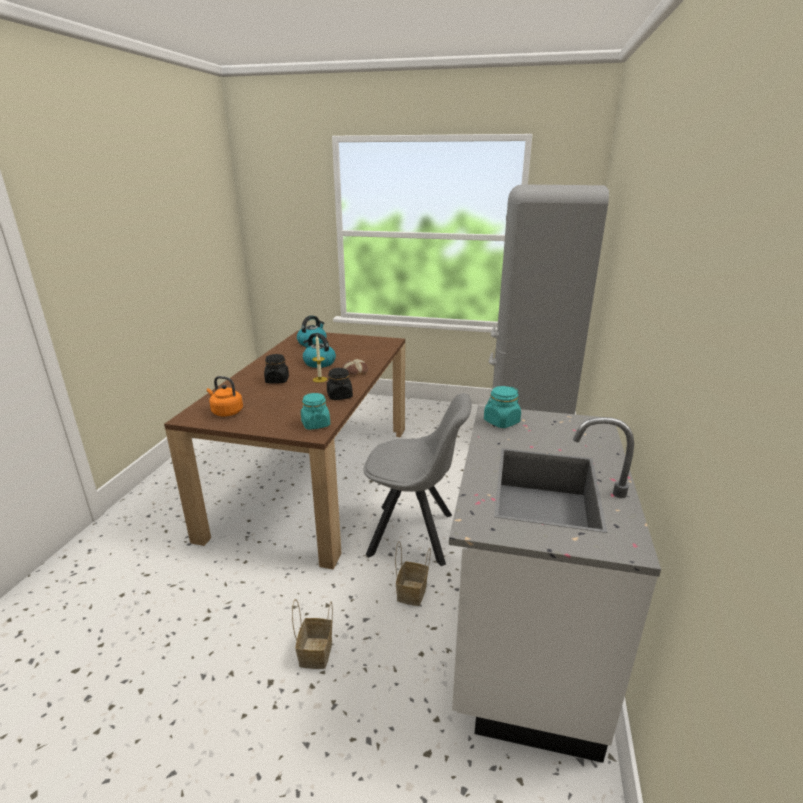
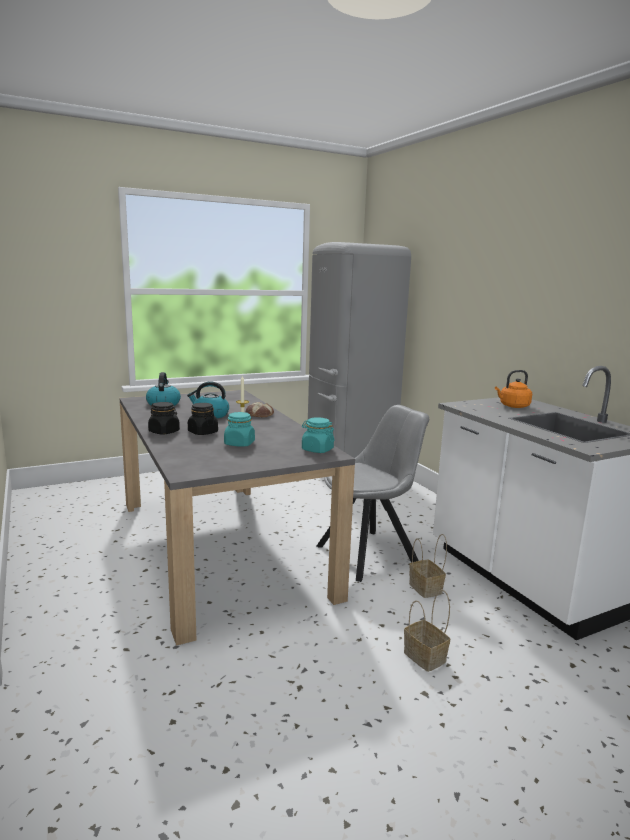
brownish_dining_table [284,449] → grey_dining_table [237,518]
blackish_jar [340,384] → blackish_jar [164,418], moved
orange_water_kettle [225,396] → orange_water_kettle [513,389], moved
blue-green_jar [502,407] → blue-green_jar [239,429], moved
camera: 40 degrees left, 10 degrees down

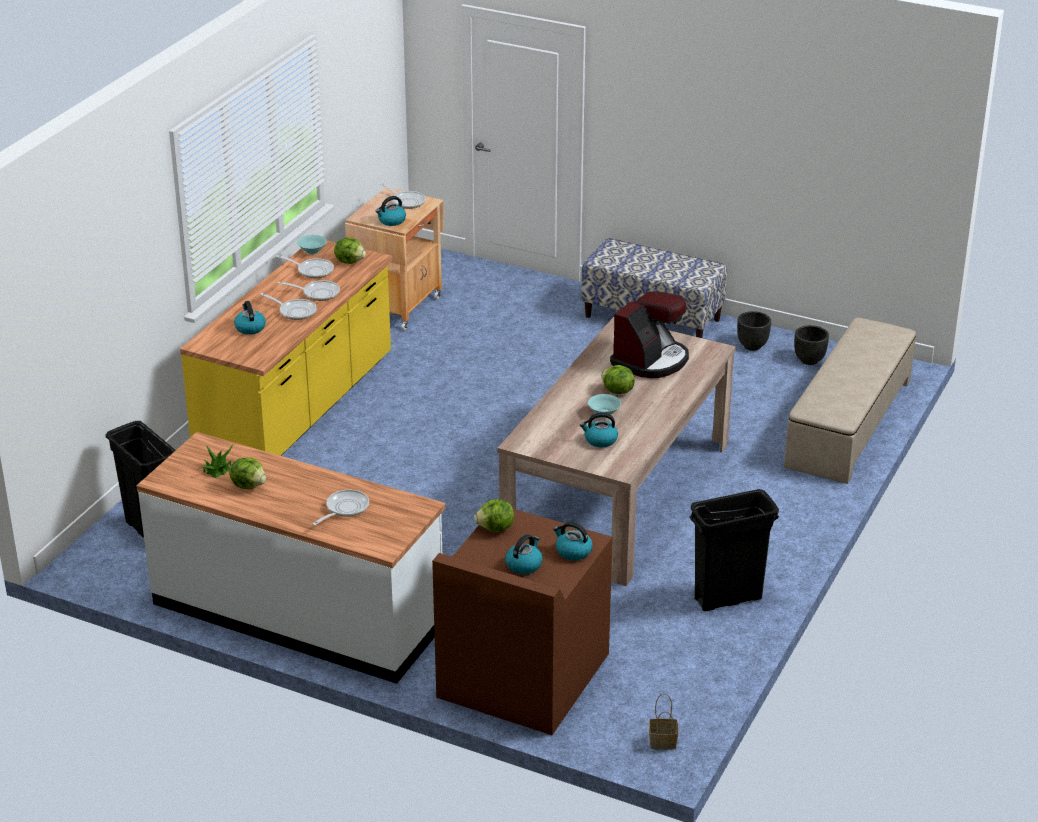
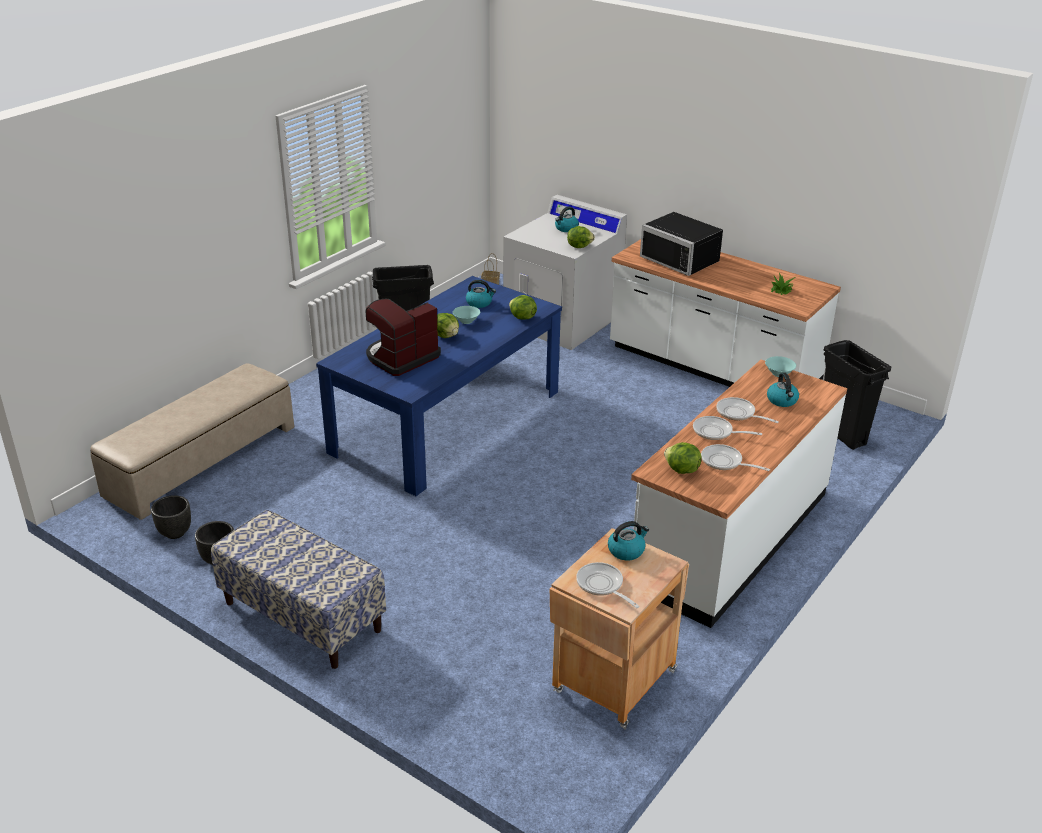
blue-green_serving_bowl [312,245] → blue-green_serving_bowl [780,366], moved
yellow-coloured_kitchen_base_unit [286,348] → white-coloured_kitchen_base_unit [739,494]
beige_dining_table [616,451] → bluish_dining_table [439,386]
lettuce [247,473] → lettuce [523,307], moved
pan [340,507] → blackish_kitchen_microwave [681,244]
brownish_washing_machine [522,622] → white-coloured_washing_machine [565,272]
water_kettle [573,541] → -
camera: 170 degrees left, 0 degrees up

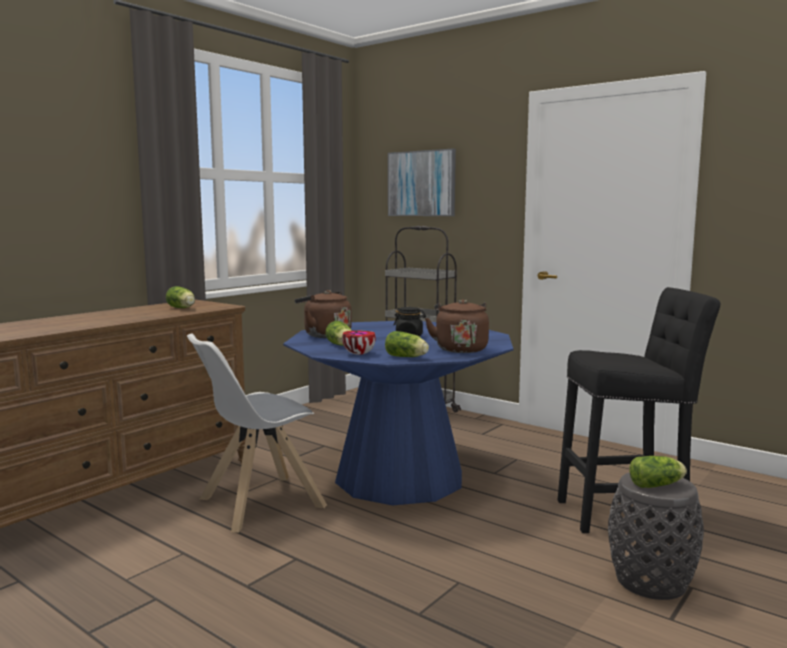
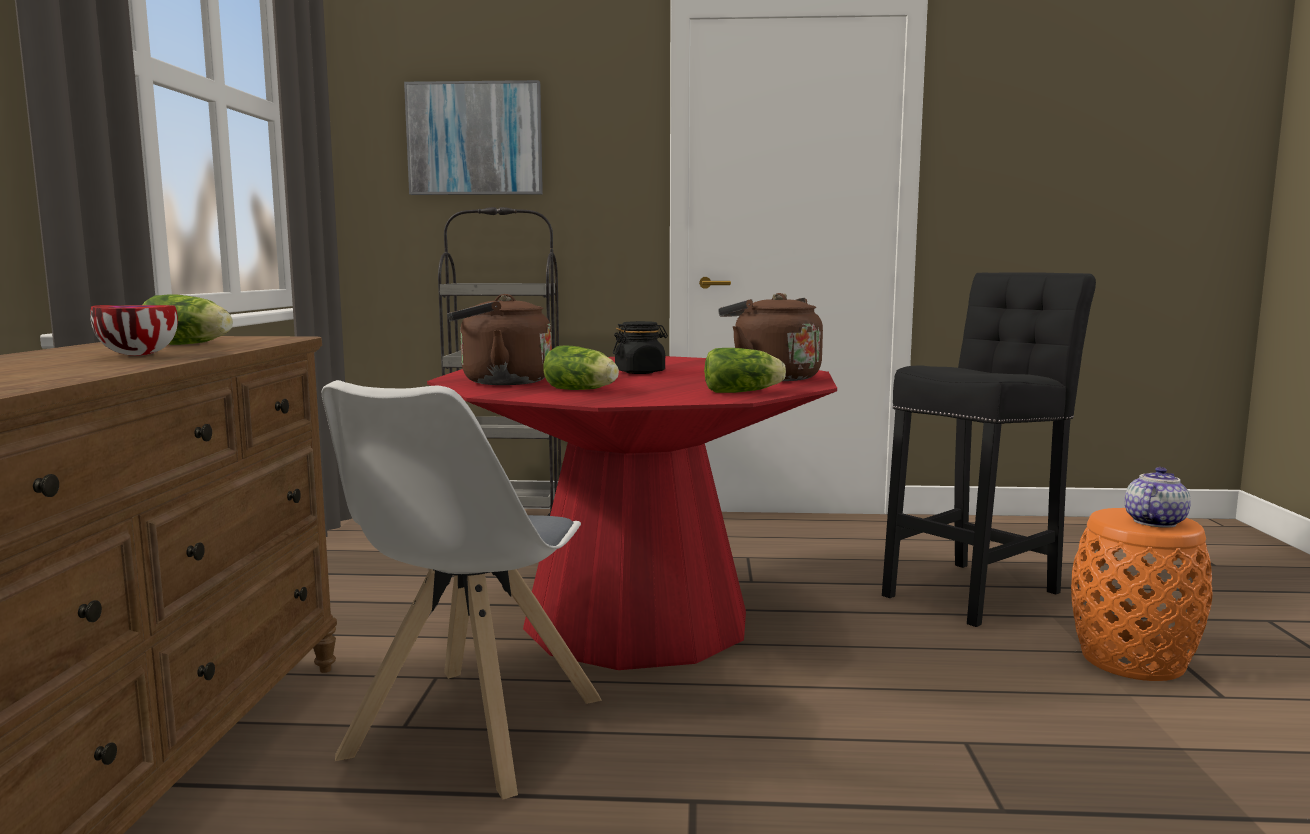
bluish_dining_table [398,413] → reddish_dining_table [632,513]
serving_bowl [359,342] → serving_bowl [134,330], moved
lettuce [658,472] → tea_pot [1158,497]
grey_stool_seat [656,536] → orange_stool_seat [1142,594]
camera: 35 degrees left, 0 degrees up

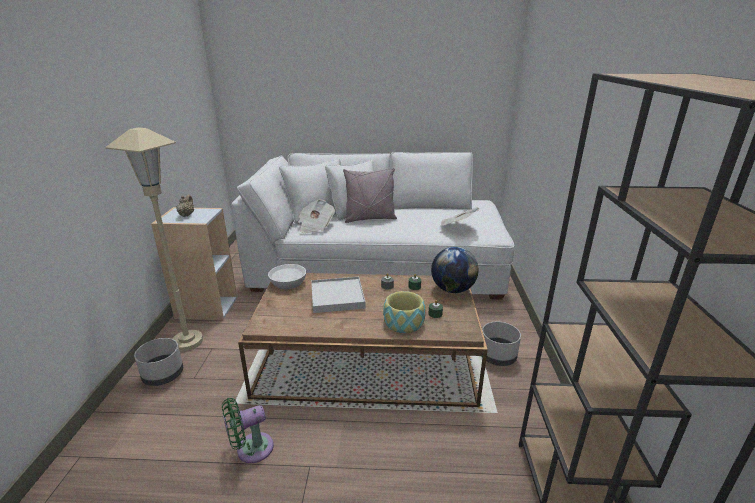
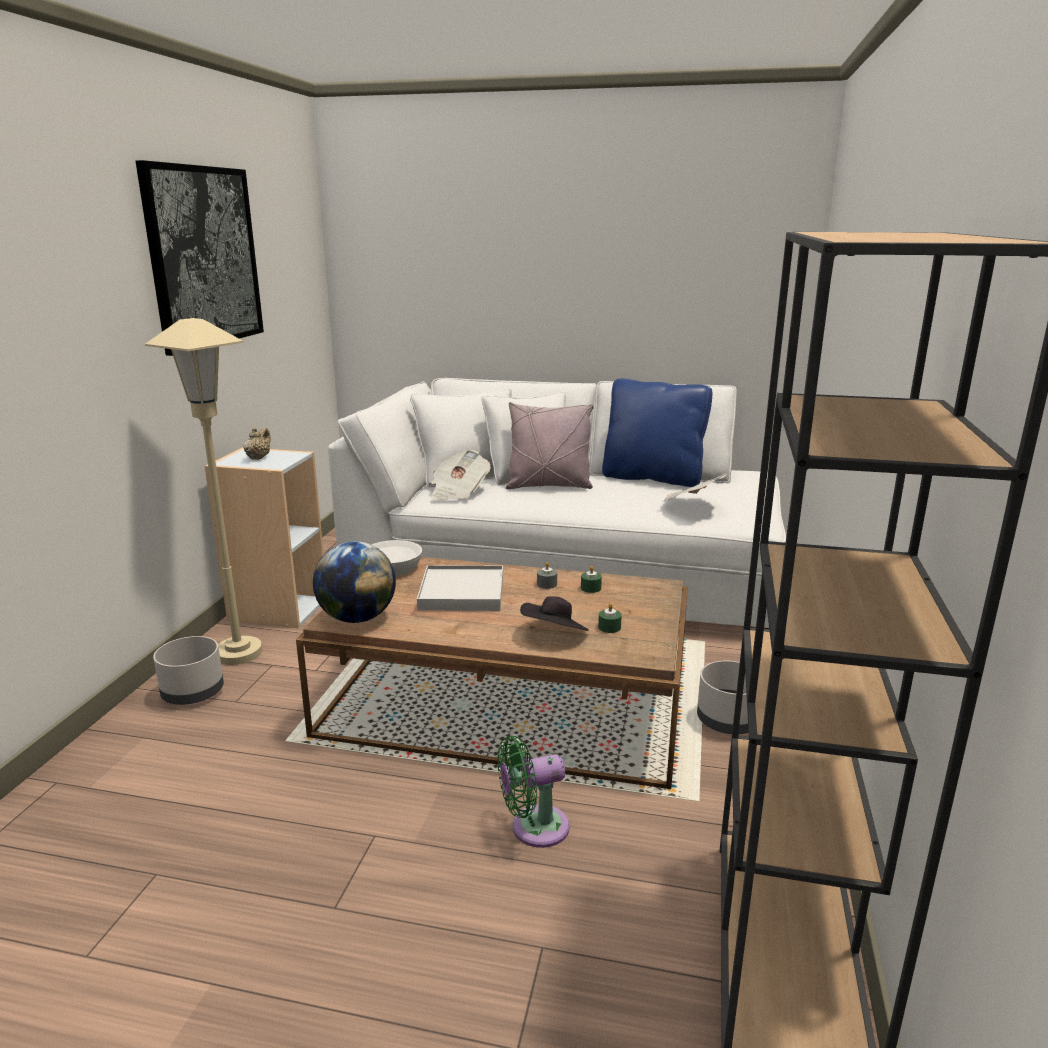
world_globe [455,270] → world_globe [354,582], moved
serving_bowl [404,312] → blackish_clothing_hat [554,613]
green-coloured_fan [248,430] → green-coloured_fan [533,792], moved
- → picture [200,258]
- → bluish_throw_pillow [657,432]
camera: 10 degrees right, 5 degrees down

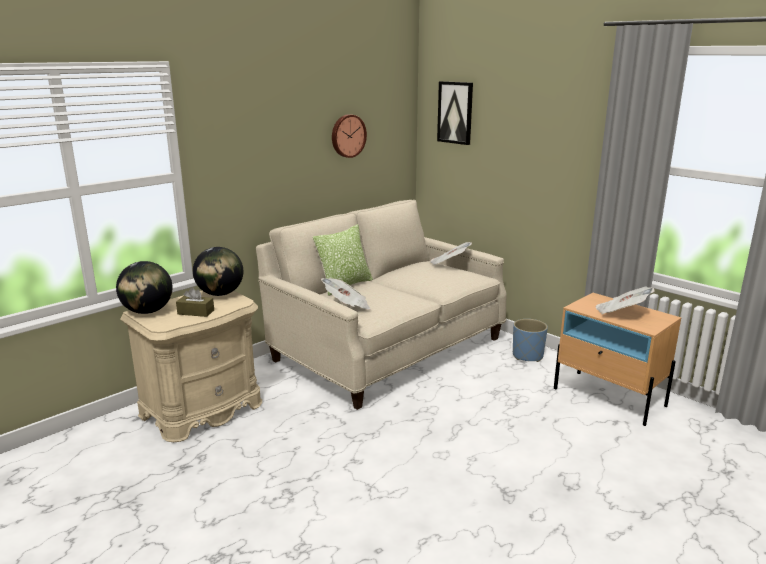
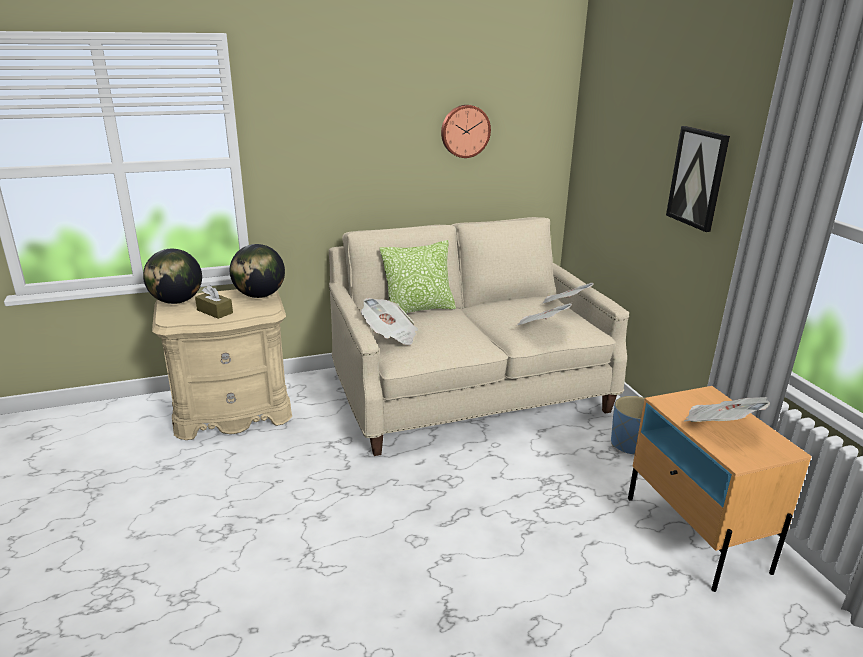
picture [455,113] → picture [698,179], moved
- → newspaper [544,314]
camera: 25 degrees right, 5 degrees up

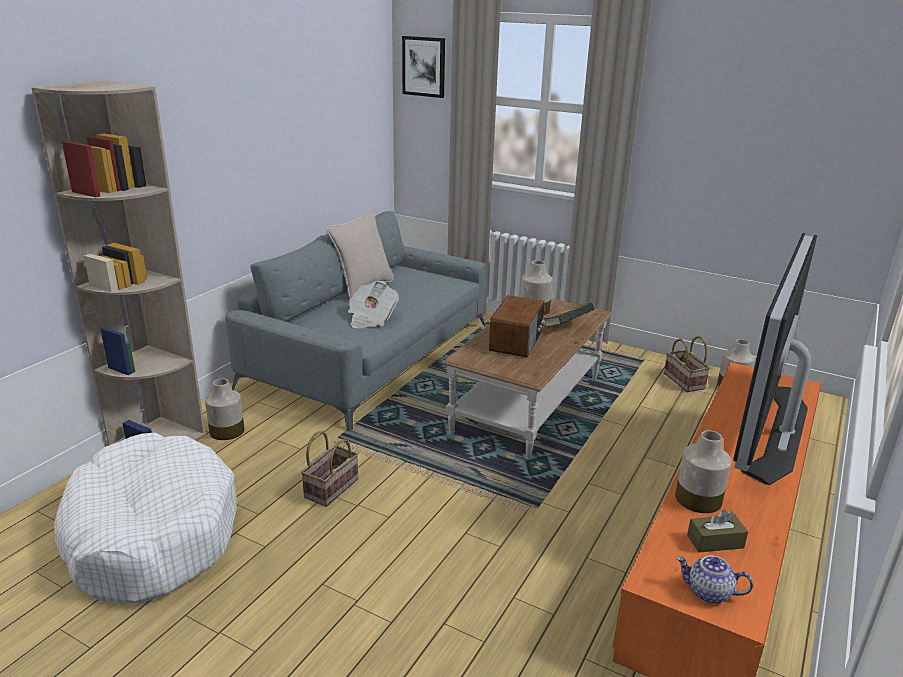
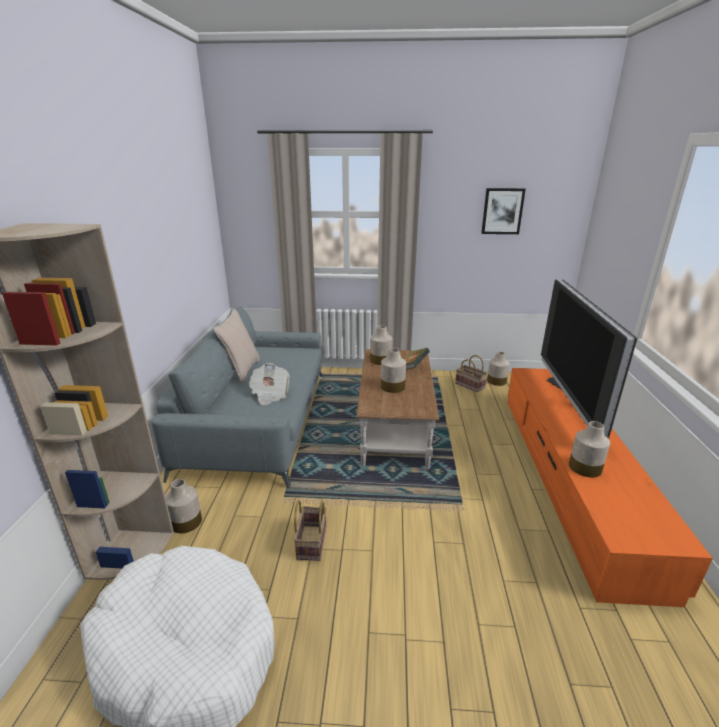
picture [423,67] → picture [503,211], moved
radio_receiver [517,326] → beige_flower_vase [393,370]
brownish_box_of_tissues [717,531] → -
tea_pot [714,579] → -
camera: 25 degrees left, 0 degrees up

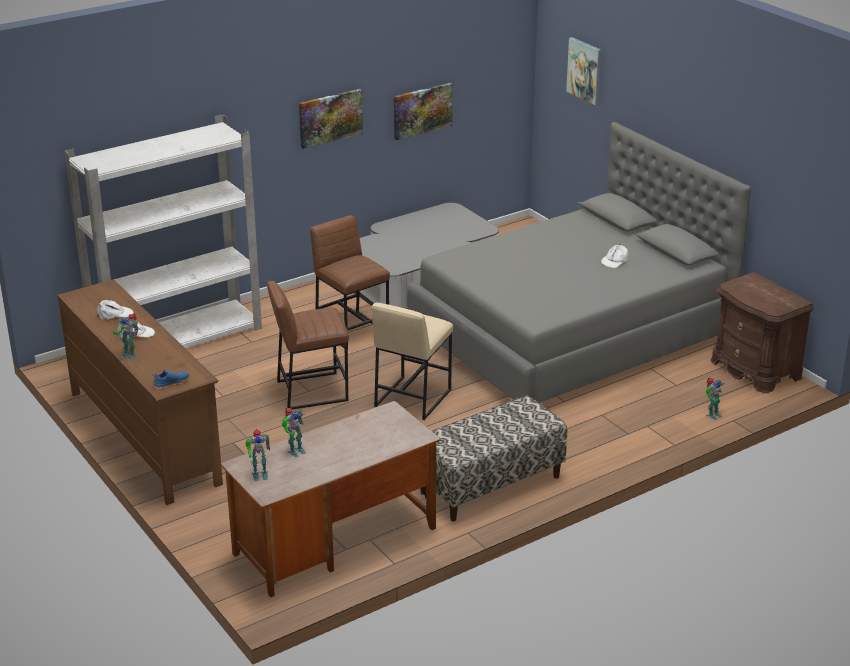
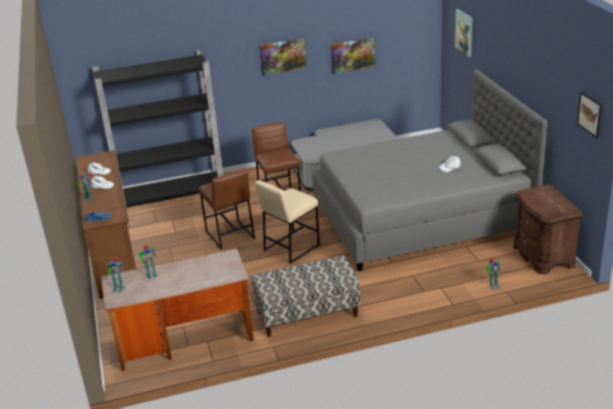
white-coloured_shelving_unit [163,231] → blackish_shelving_unit [157,129]
brownish_plain_chair [308,345] → brownish_plain_chair [227,209], 120 degrees counterclockwise
- → picture [589,115]
camera: 20 degrees right, 0 degrees up

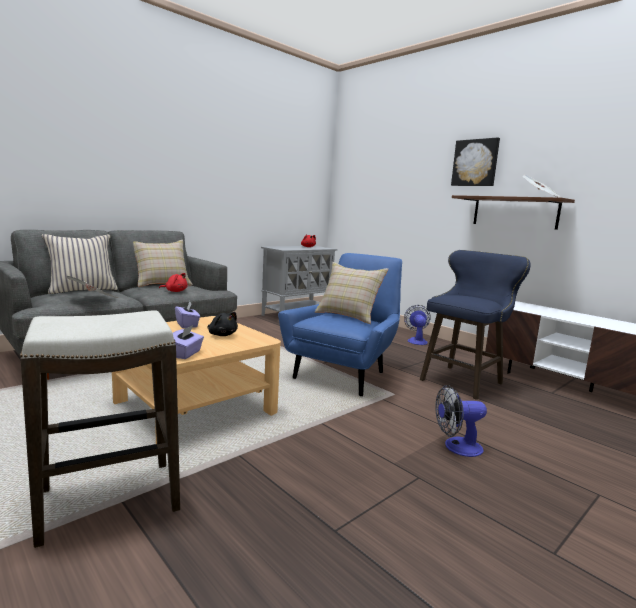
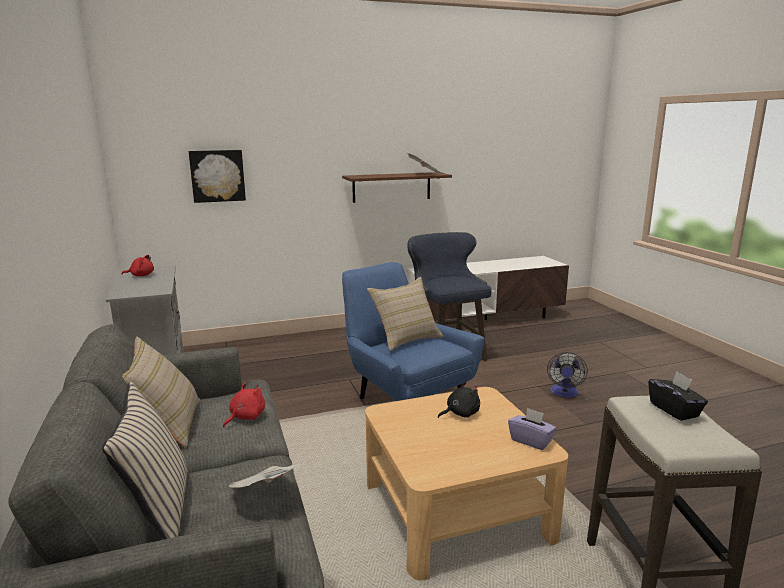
picture [475,161] → picture [217,176], moved
purple_box_of_tissues [187,314] → -
fan [417,325] → -
- → blackish_box_of_tissues [678,396]
camera: 65 degrees left, 5 degrees up

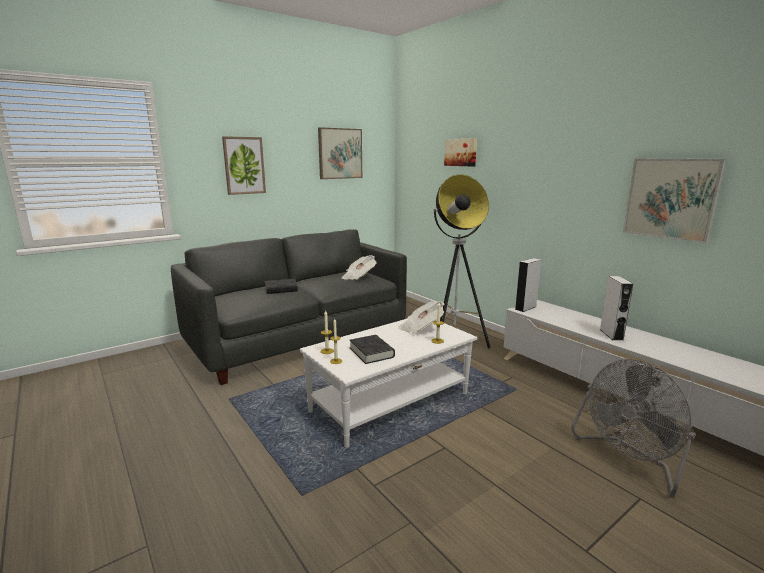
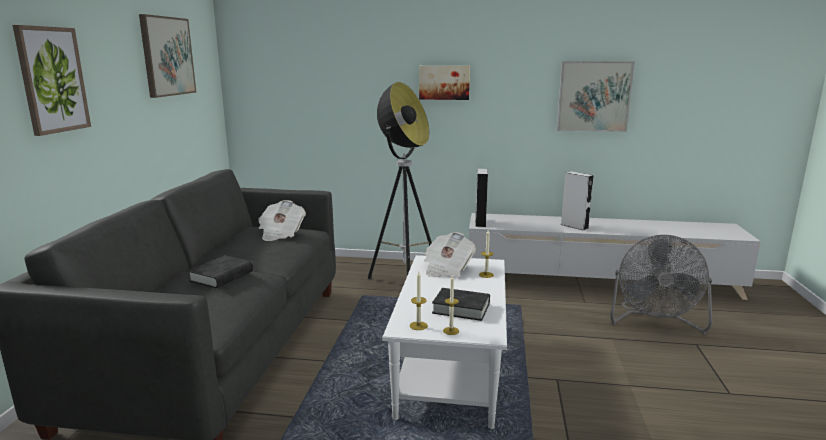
picture [460,152] → picture [444,83], moved
camera: 45 degrees left, 0 degrees up

